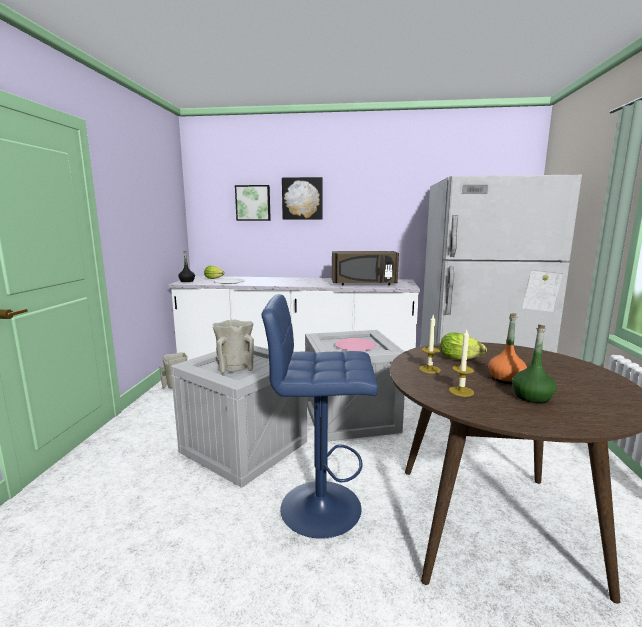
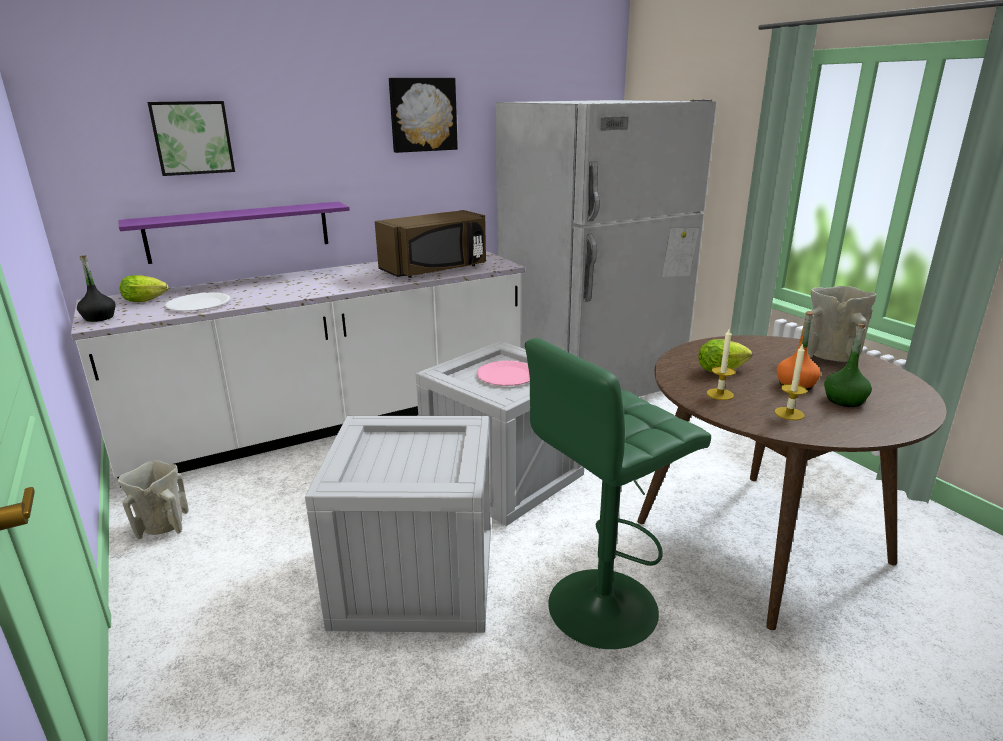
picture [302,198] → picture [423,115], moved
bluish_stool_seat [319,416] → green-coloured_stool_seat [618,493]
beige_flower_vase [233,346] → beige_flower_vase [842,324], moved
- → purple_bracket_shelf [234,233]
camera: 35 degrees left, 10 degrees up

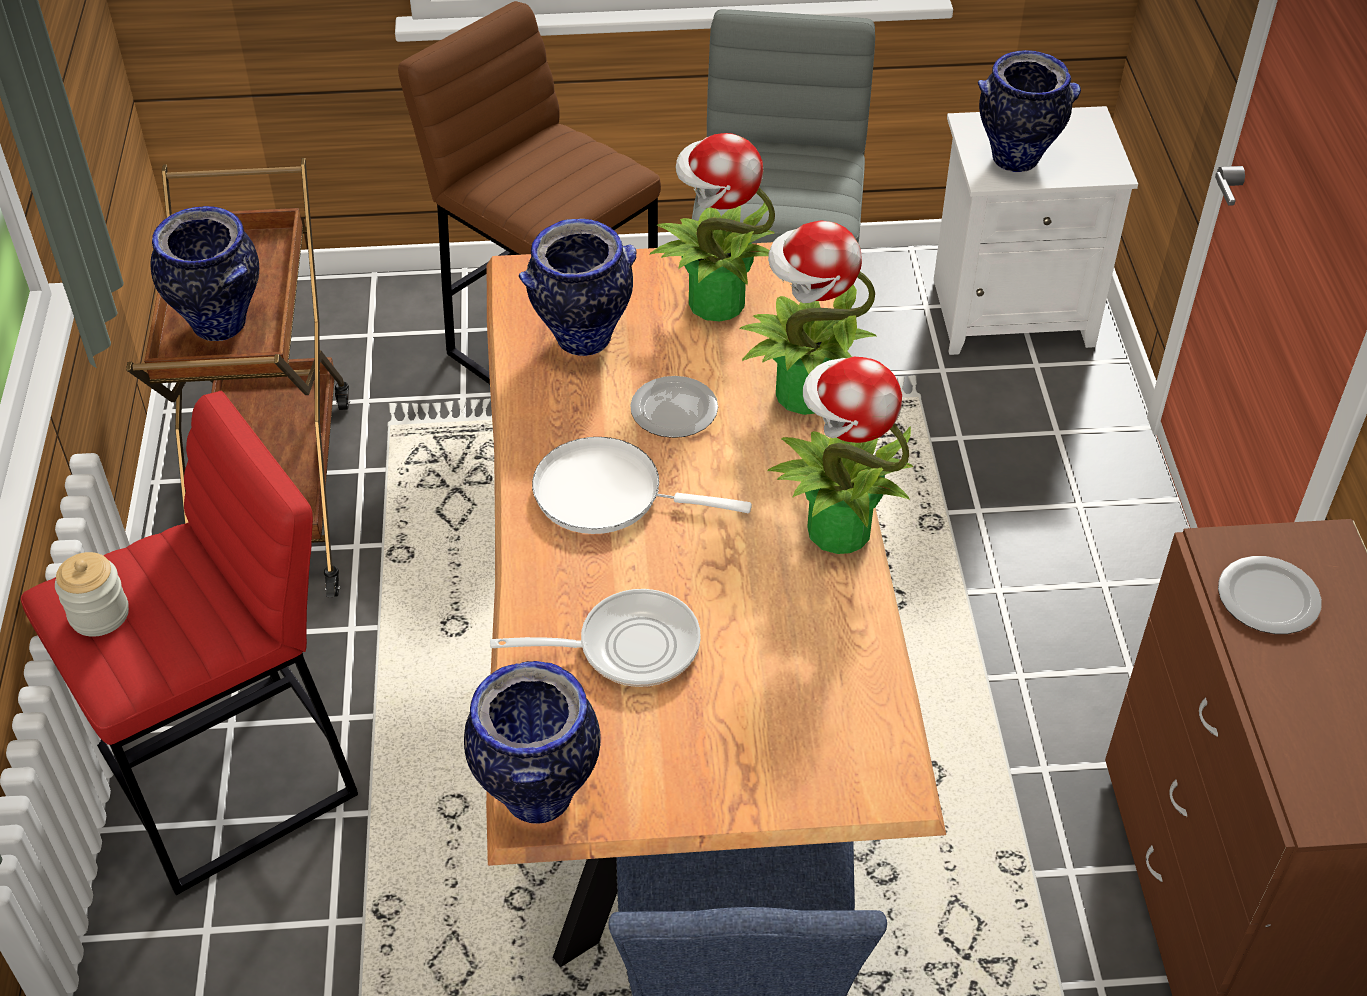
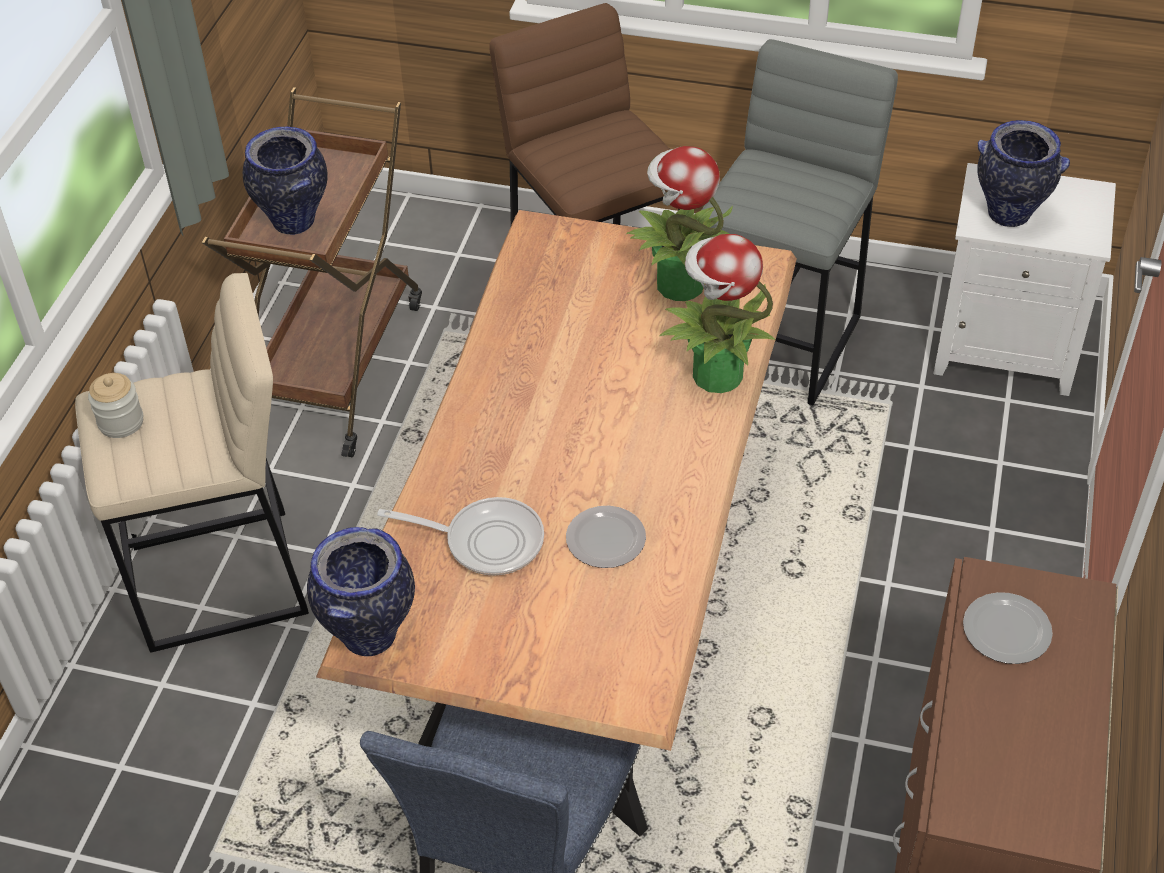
flower_vase [578,287] → -
plant_in_a_pot [840,455] → -
dinner_plate [674,407] → dinner_plate [606,537], moved
reddish_stool_seat [189,643] → beige_stool_seat [192,463]
white-coloured_pan [642,485] → -
camera: 20 degrees right, 0 degrees up

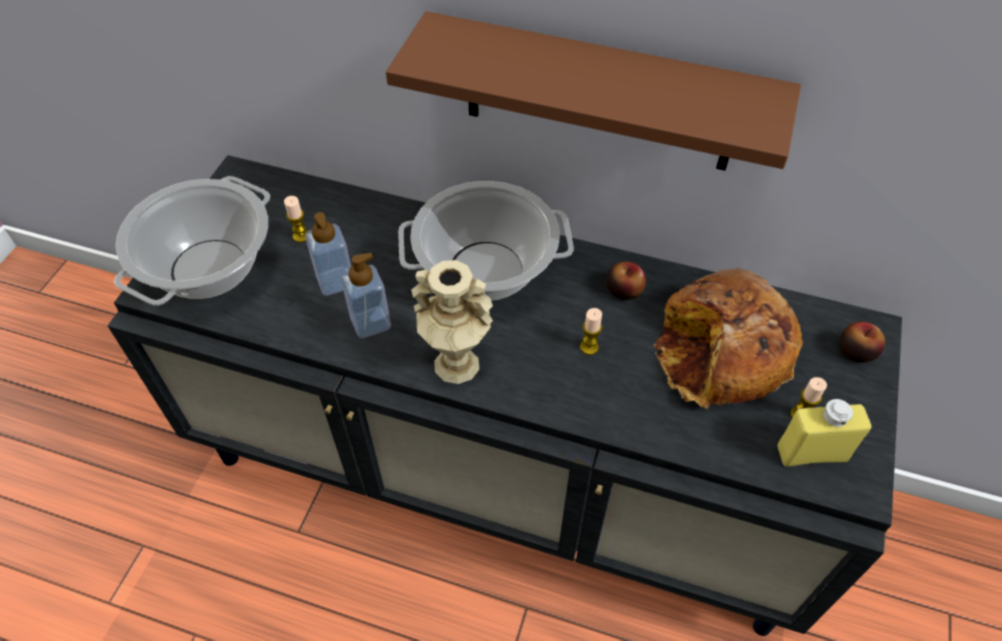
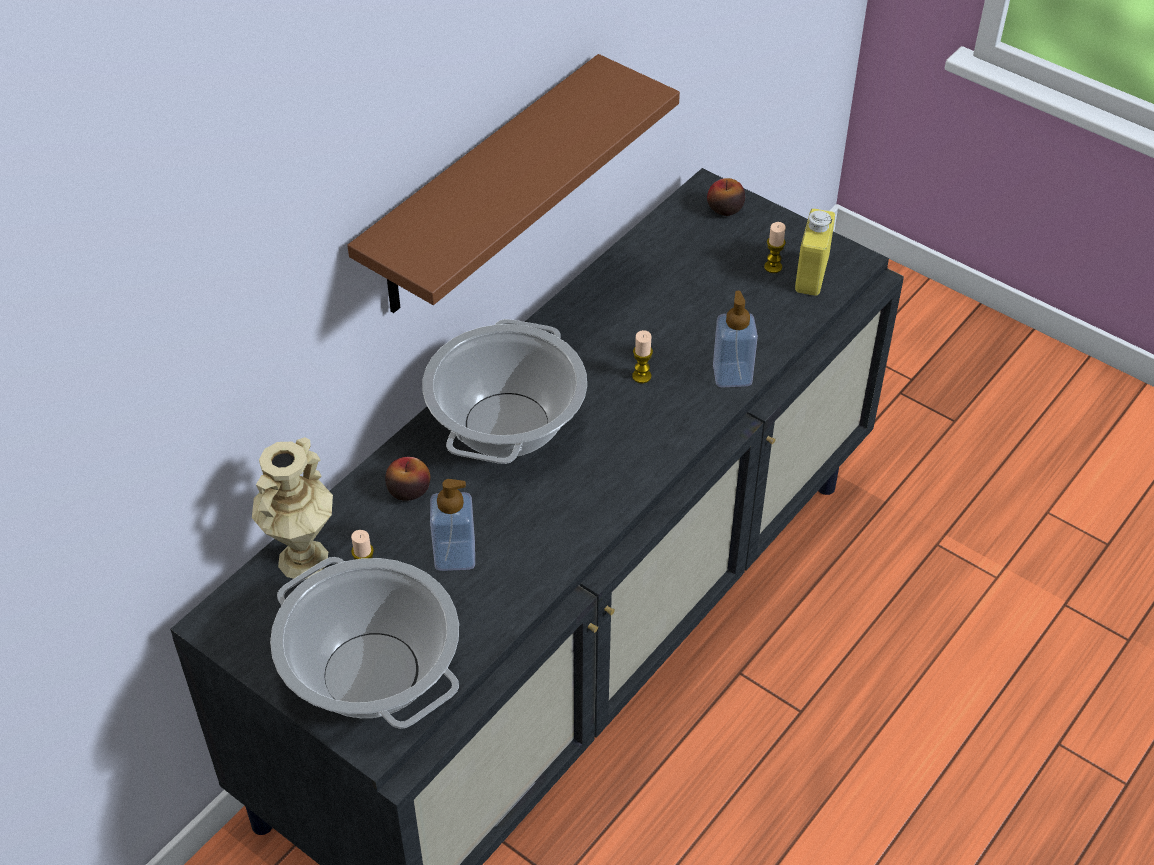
soap_dispenser [366,295] → soap_dispenser [735,339], moved
beige_flower_vase [452,322] → beige_flower_vase [292,508], moved
apple [626,280] → apple [408,479], moved
bakery_bread [728,338] → -
camera: 70 degrees left, 5 degrees down

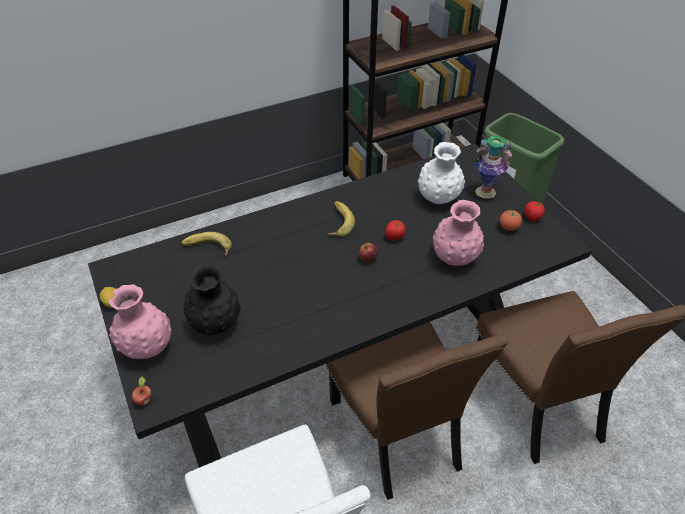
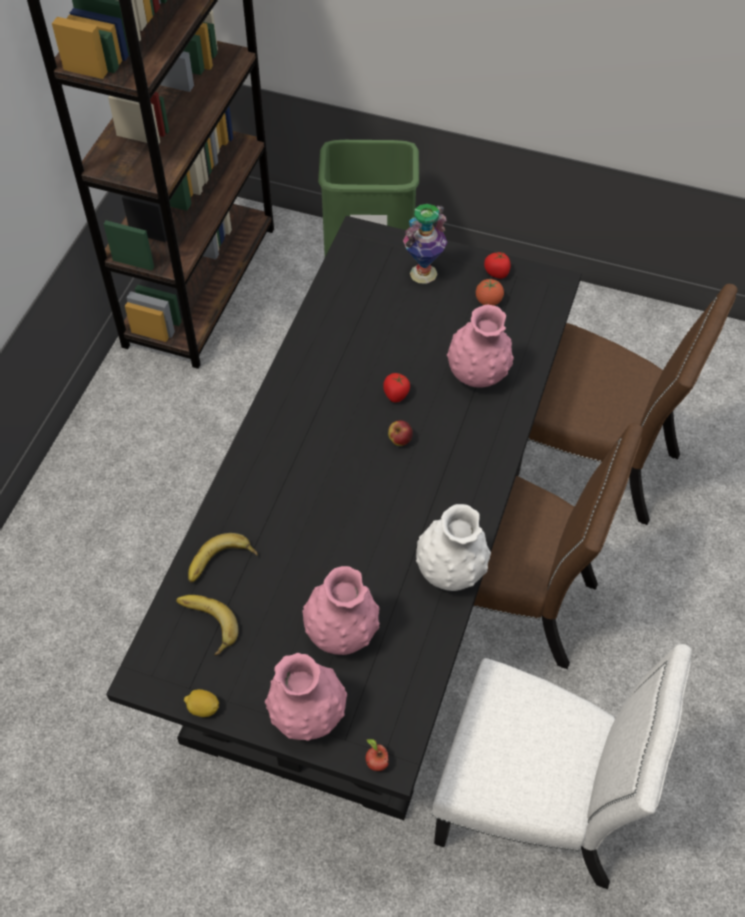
white-coloured_flower_vase [441,173] → white-coloured_flower_vase [453,547], moved
banana [341,219] → banana [207,625], moved
blackish_flower_vase [212,299] → pink-coloured_flower_vase [341,610]
camera: 45 degrees left, 10 degrees up

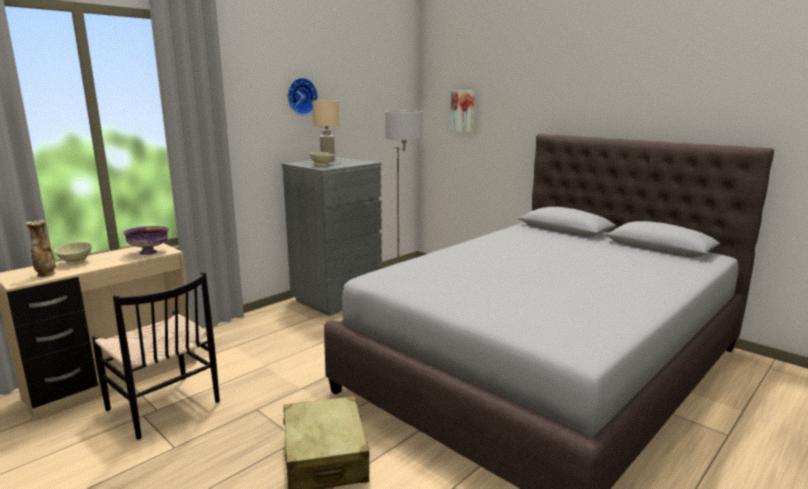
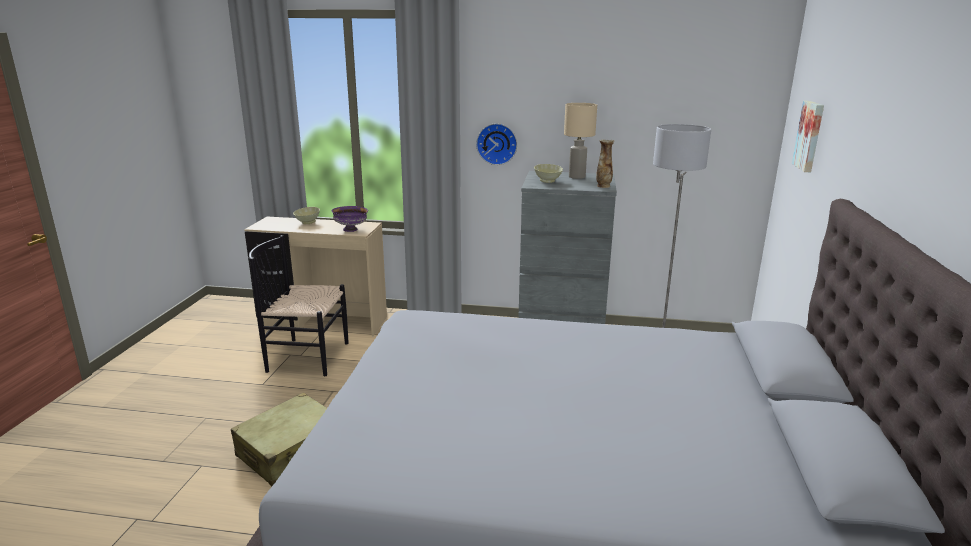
wall_clock [303,96] → wall_clock [496,144], moved
flower_vase [41,248] → flower_vase [605,163], moved
blackish_plain_chair [156,355] → blackish_plain_chair [299,305], 90 degrees clockwise
camera: 55 degrees right, 5 degrees up

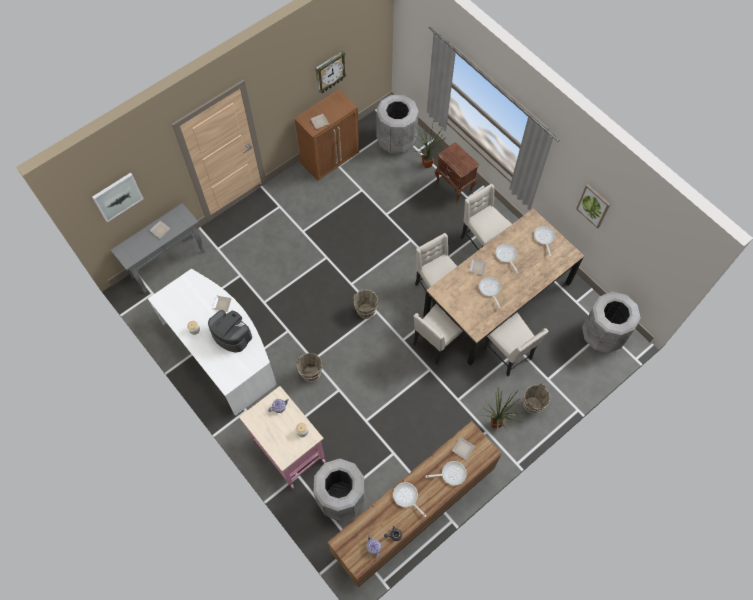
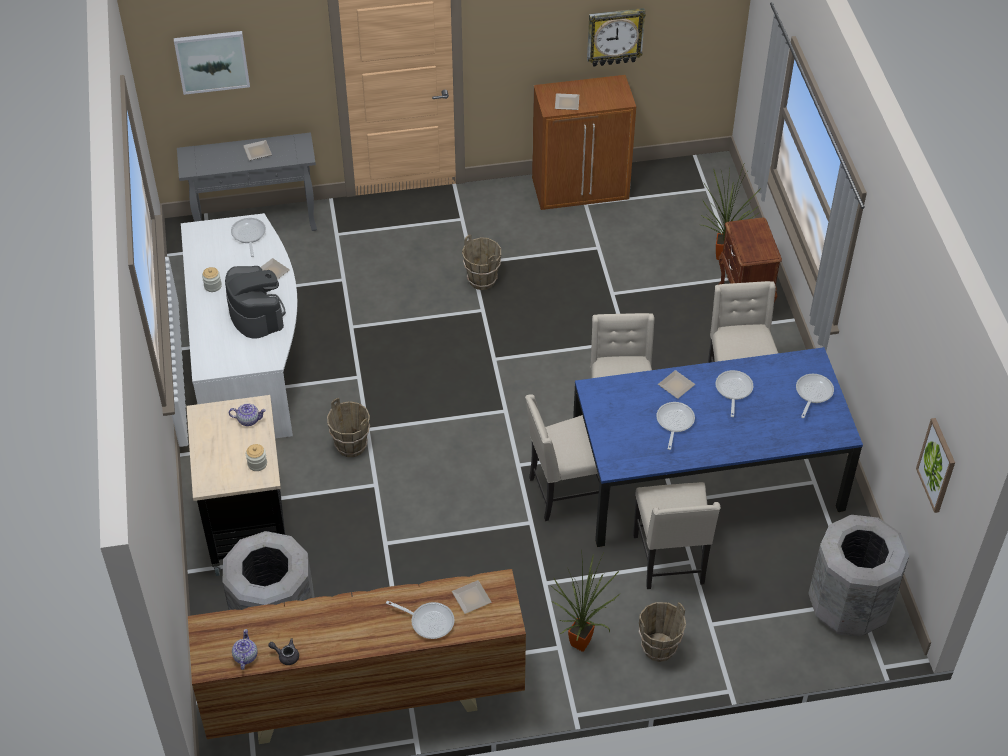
grey_rubbish_bin [397,124] → -
picture [593,206] → picture [935,465], moved
brownish_dining_table [503,287] → bluish_dining_table [718,447]
brownish_bucket [365,304] → brownish_bucket [481,262], moved
pink-coloured_cart [282,437] → blackish_cart [235,485]
pan [409,499] → pan [248,237], moved
camera: 30 degrees right, 15 degrees down

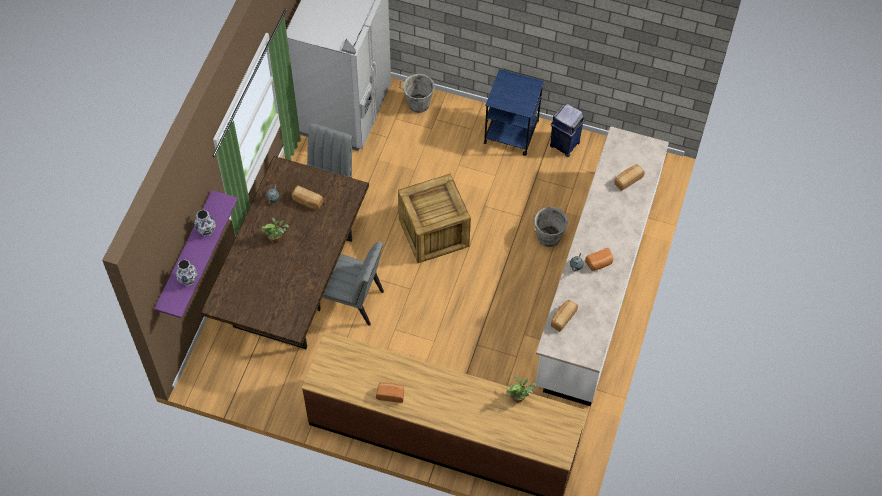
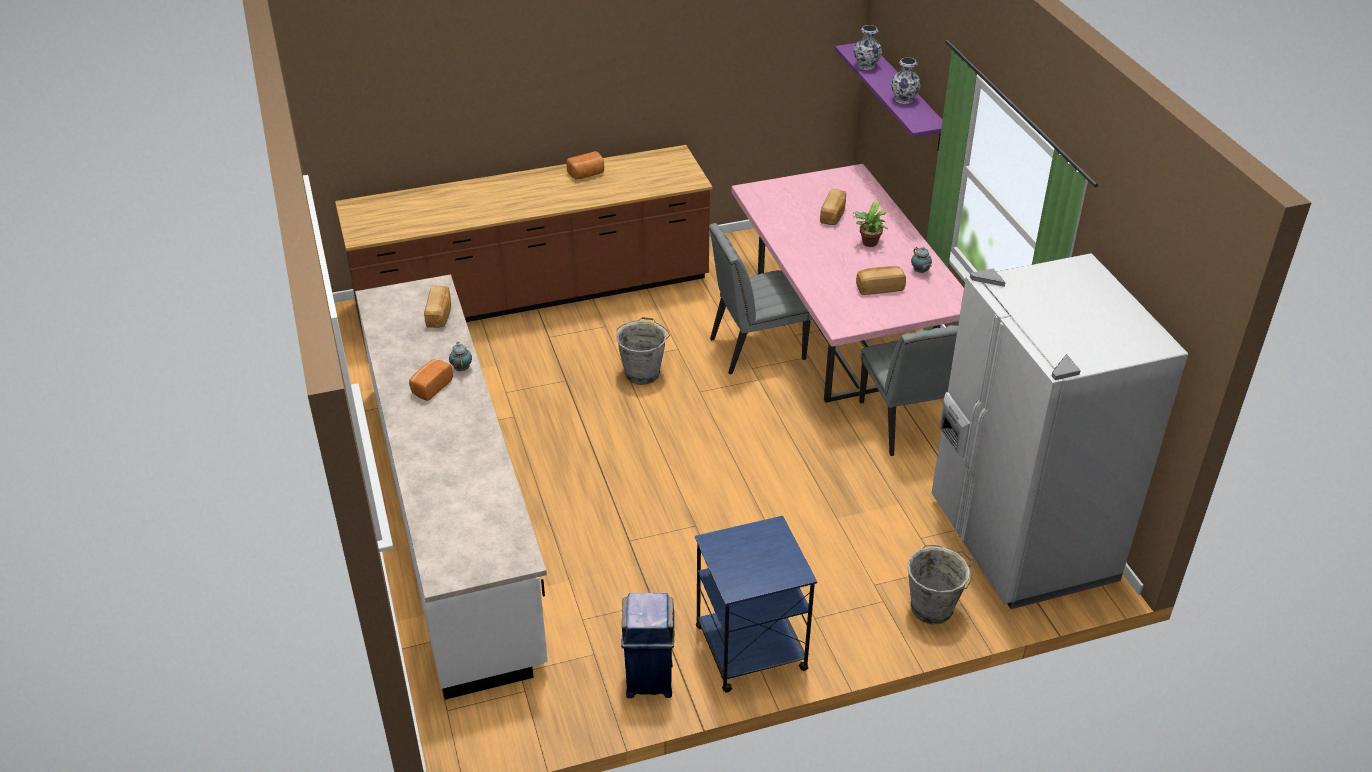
brownish_dining_table [285,252] → pink-coloured_dining_table [847,283]
bakery_bread [629,177] → bakery_bread [833,207], moved
crate [434,218] → -
grey_bucket [550,227] → grey_bucket [643,351], moved
plant_in_a_pot [521,389] → -
camera: 145 degrees right, 20 degrees down

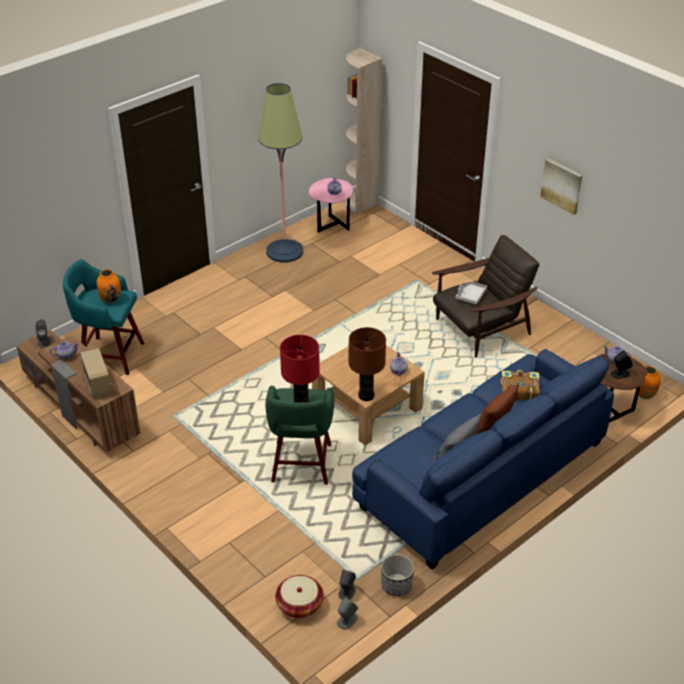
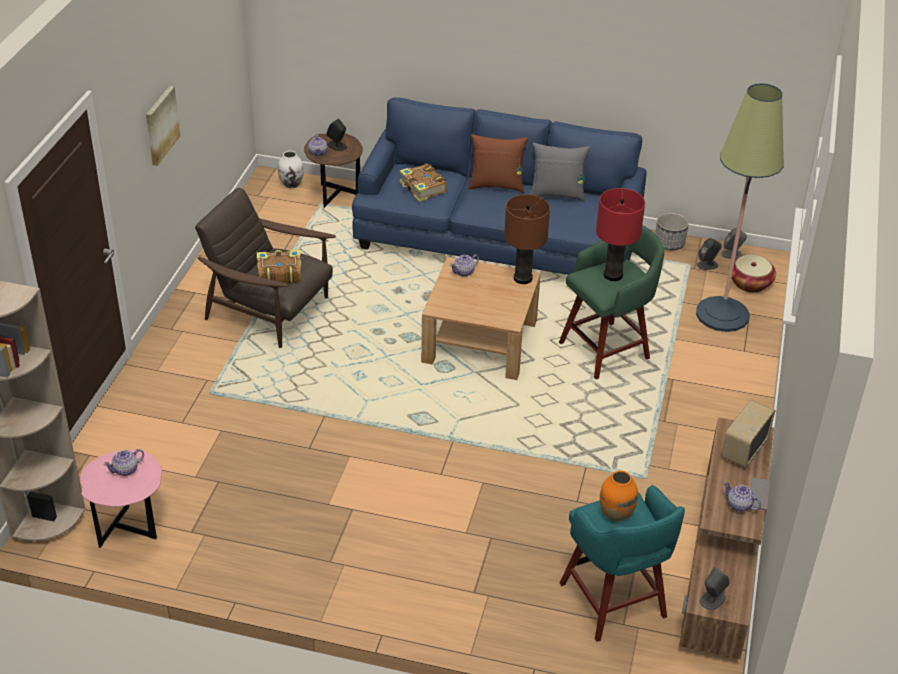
standard_lamp [280,172] → standard_lamp [740,207], moved
grey_tray [471,292] → volume [279,267]
orange_flower_vase [649,382] → white-coloured_flower_vase [291,169]
camera: 125 degrees left, 0 degrees up

